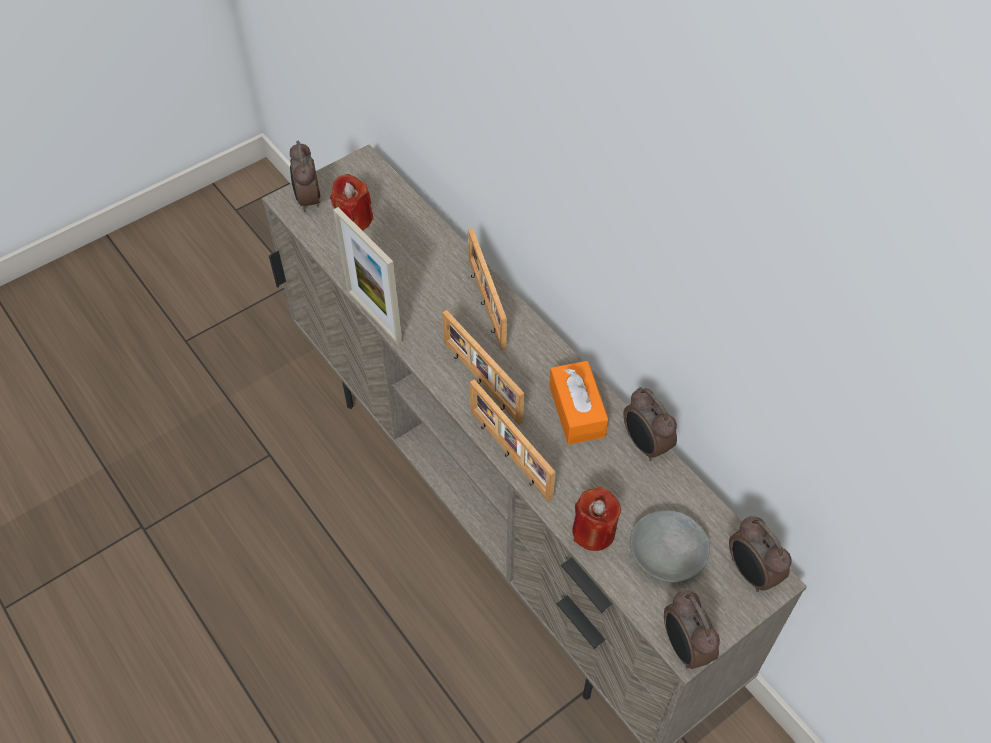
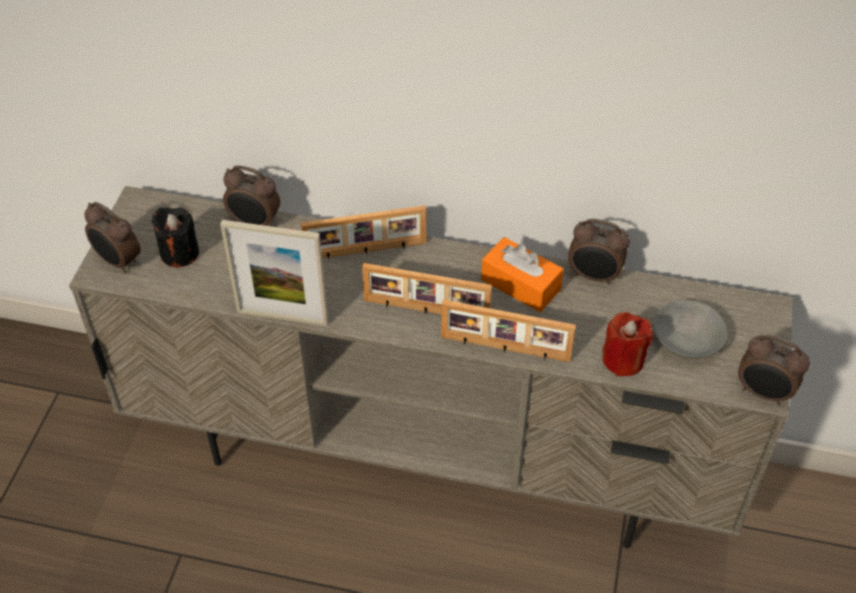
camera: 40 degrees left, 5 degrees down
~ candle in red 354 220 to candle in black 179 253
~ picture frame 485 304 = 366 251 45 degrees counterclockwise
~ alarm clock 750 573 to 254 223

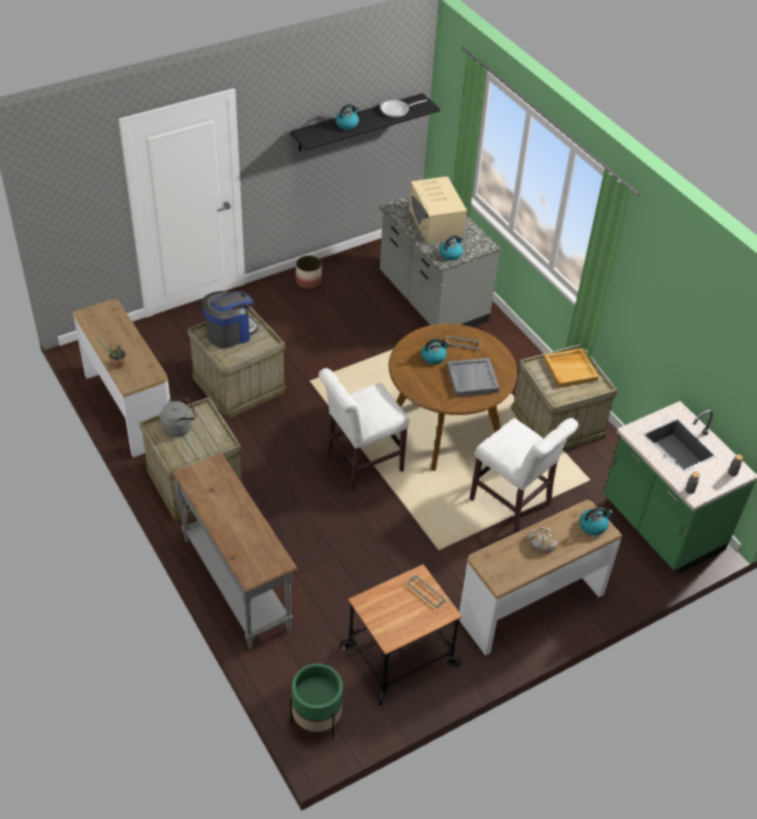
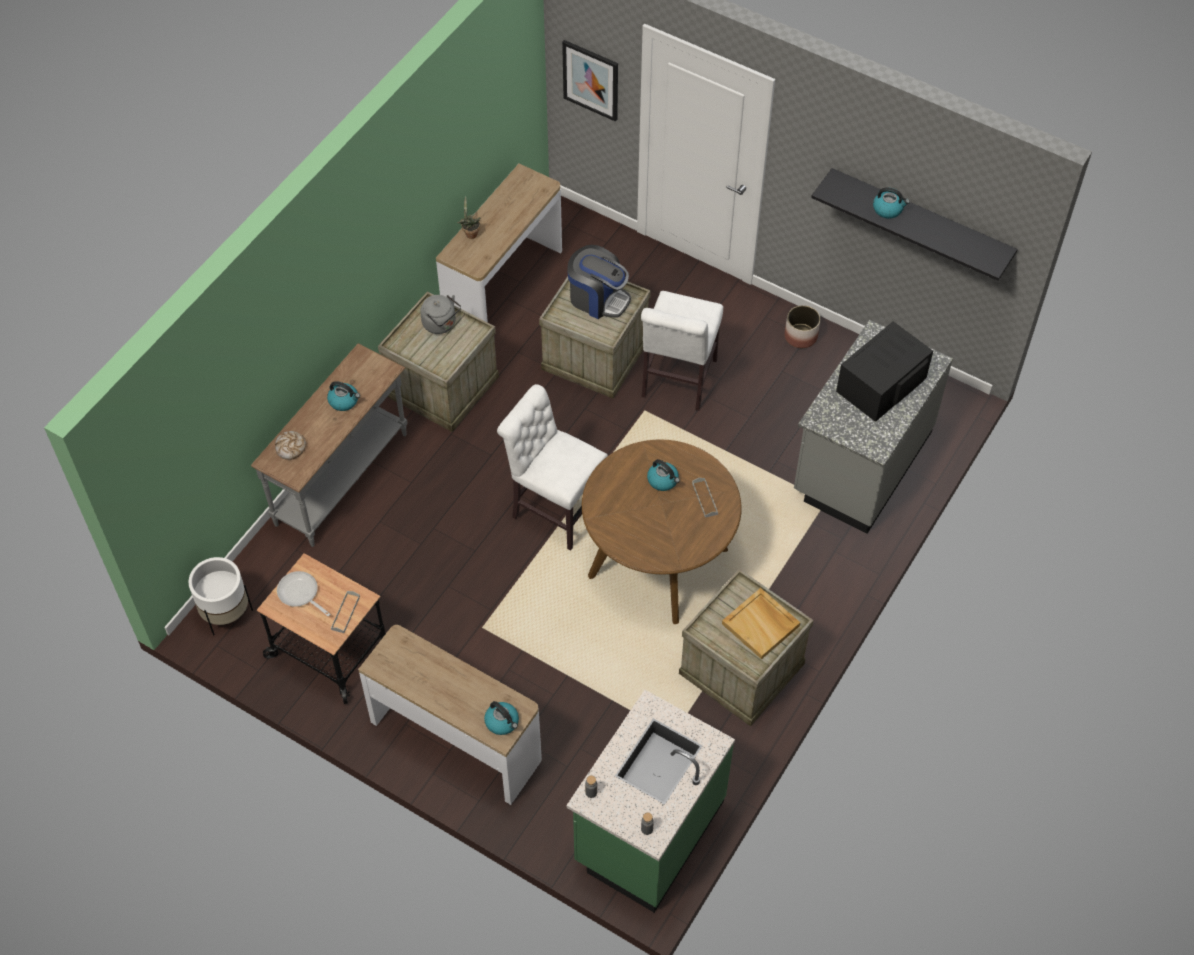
camera: 65 degrees right, 10 degrees up
~ planter in green 316 719 to planter in white 226 613
~ frying pan 397 110 to 300 594
~ microwave in beige 436 222 to microwave in black 881 384
~ kettle 450 254 to 344 401
- tray in grey 472 378
~ chair in white 513 504 to 677 382
~ bread 542 542 to 290 448
+ picture 591 80

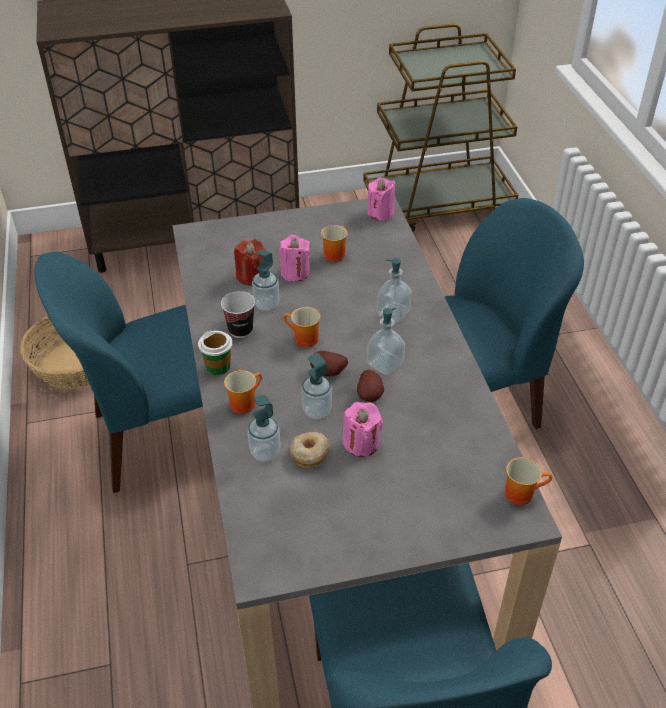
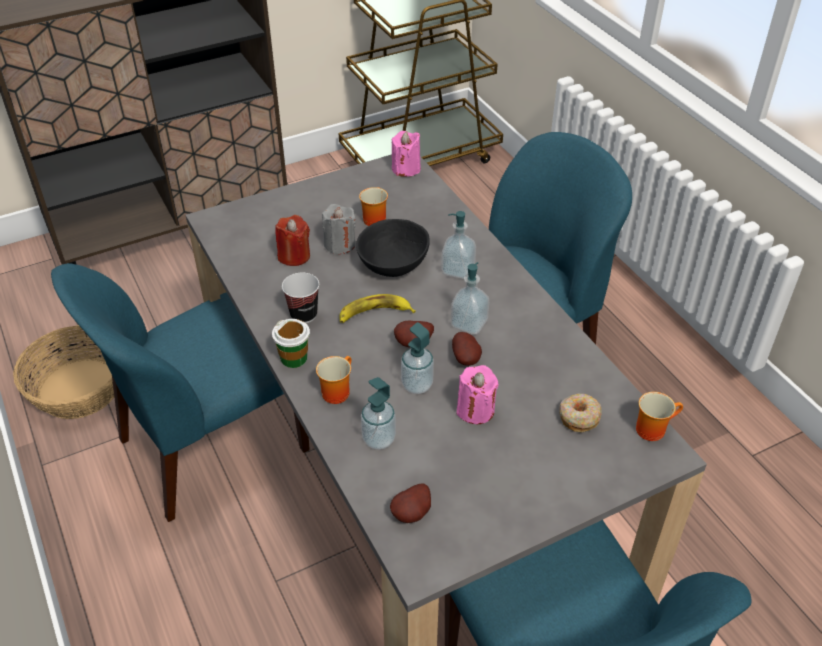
camera: 15 degrees left, 0 degrees up
- soap dispenser 266 304
~ candle in pink 295 272 to candle in grey 339 244
~ mug 303 340 to banana 374 313
~ donut 309 453 to 579 417
+ bowl in black 393 264
+ potato 413 514

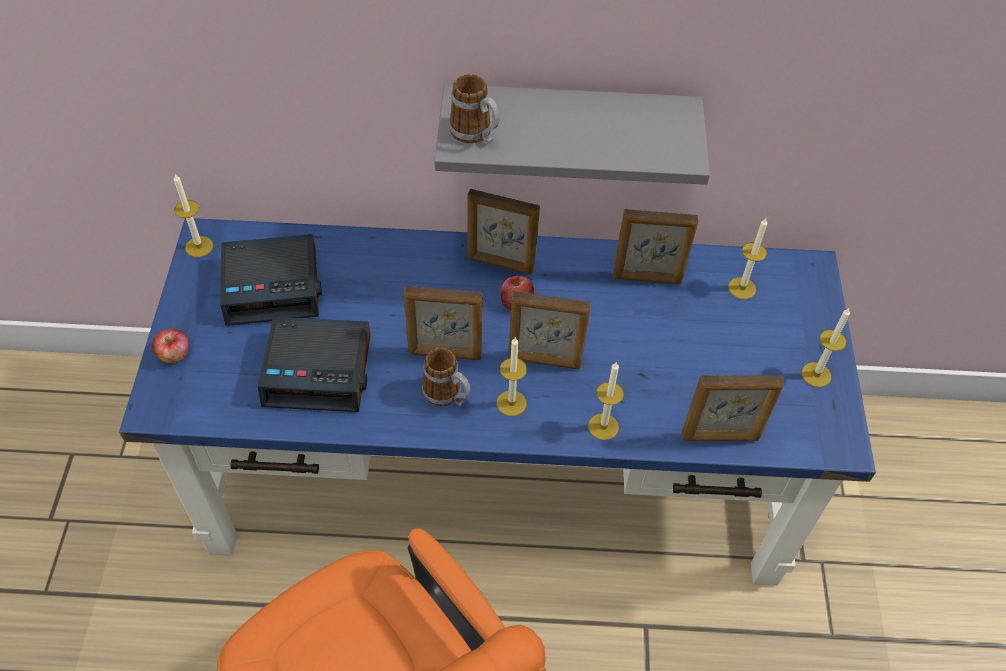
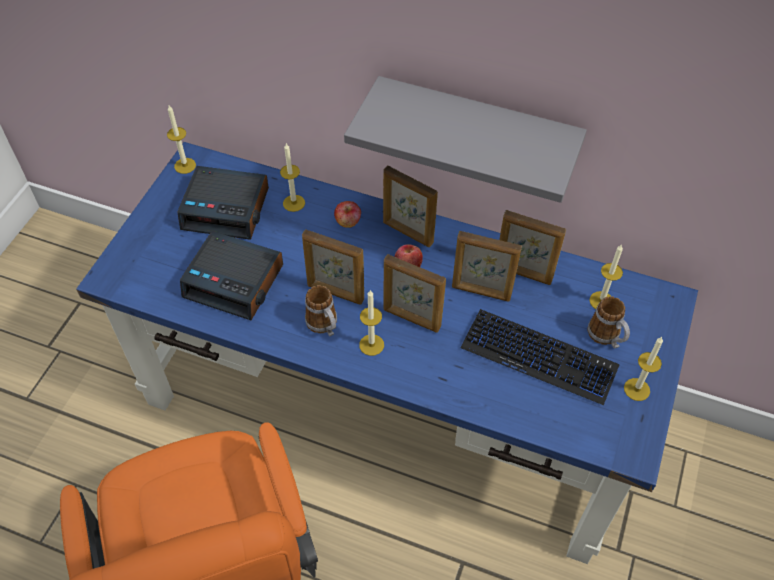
camera: 20 degrees right, 0 degrees up
~ apple 174 355 to 348 222
~ mug 476 135 to 607 337
~ candle 603 426 to 294 203
~ picture frame 720 437 to 481 292
+ keyboard 539 357

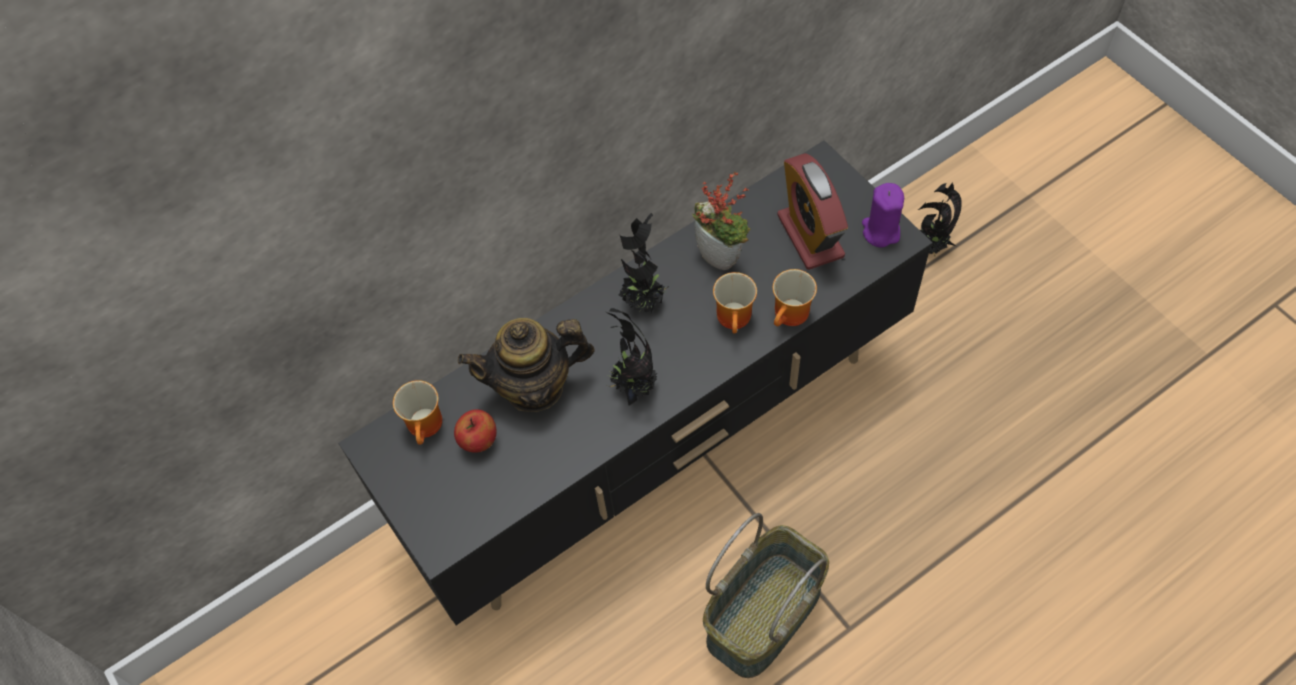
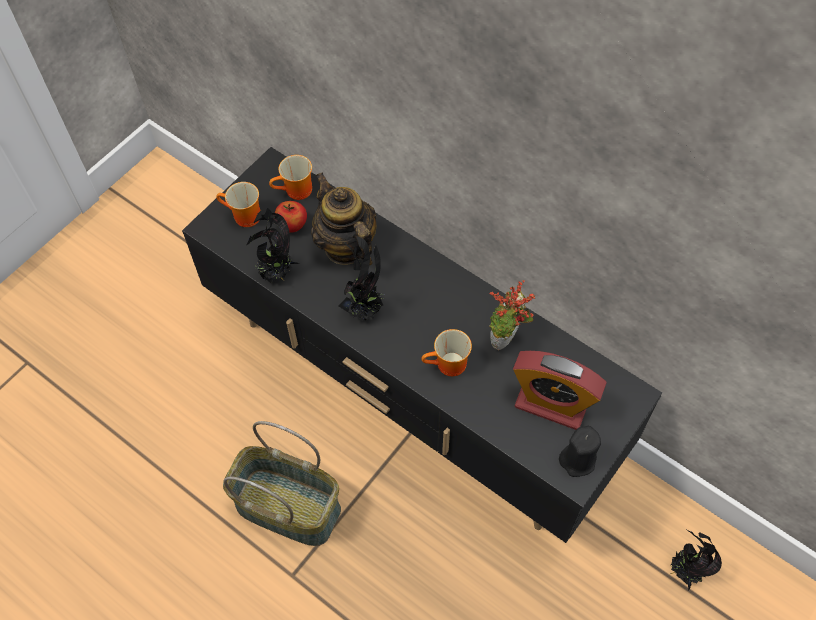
camera: 70 degrees right, 0 degrees up
~ potted plant 645 302 to 276 274
~ mug 792 316 to 243 217
~ alarm clock 810 236 = 551 403 120 degrees counterclockwise
~ candle in purple 880 231 to candle in black 578 460

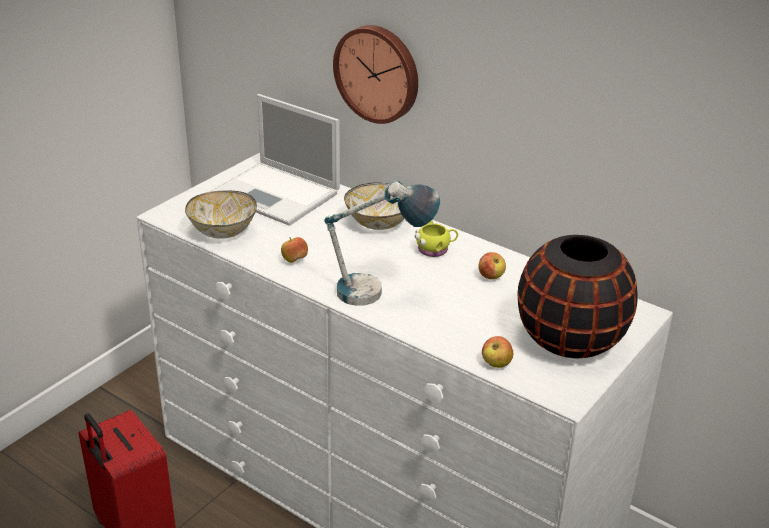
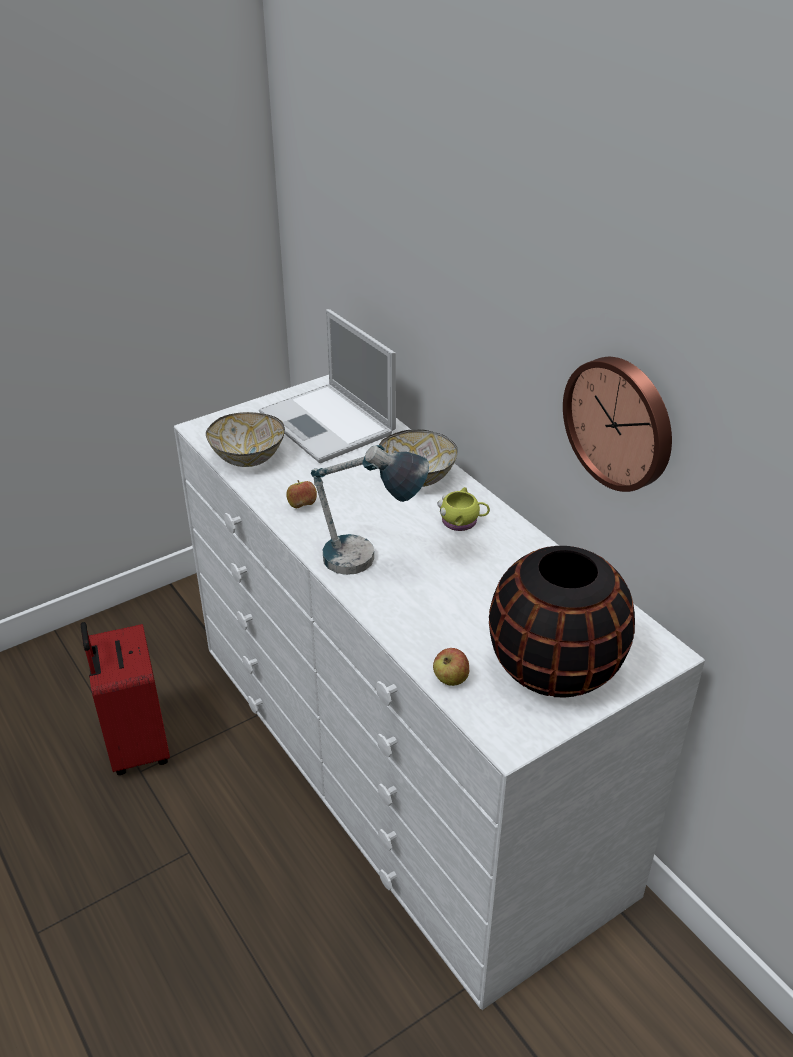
camera: 20 degrees right, 5 degrees up
~ wall clock 378 73 to 621 422
- apple 491 277

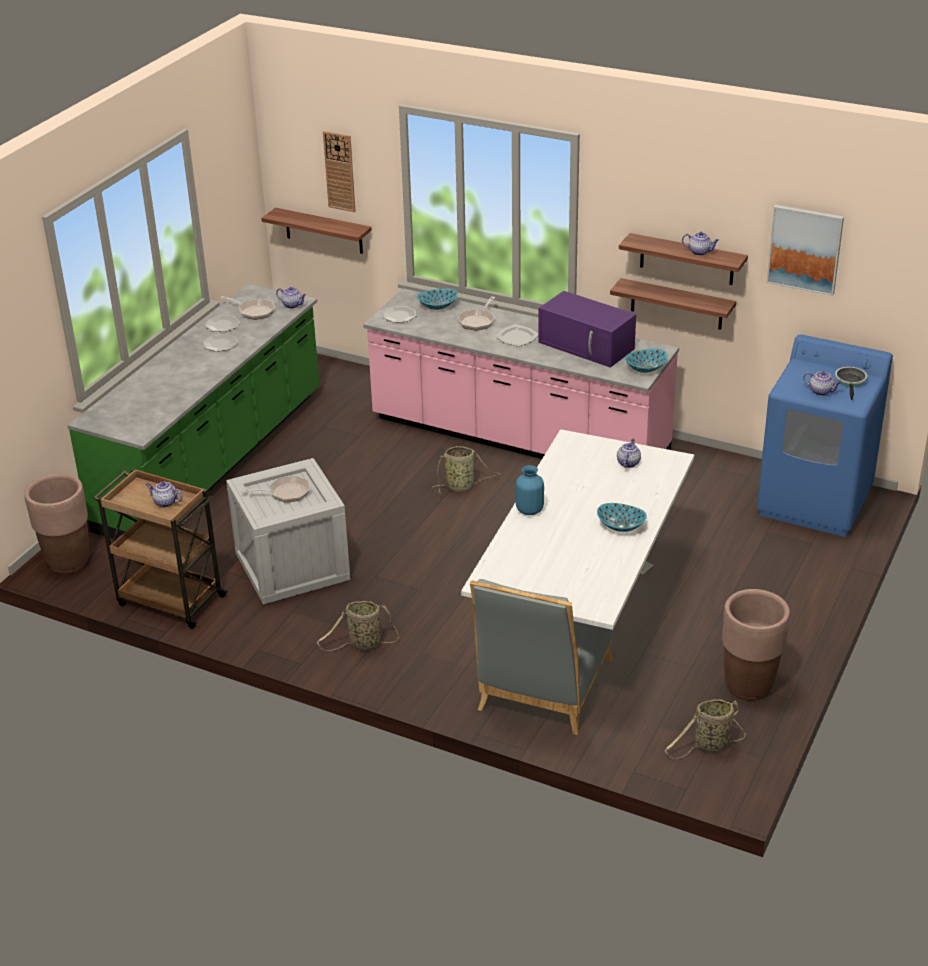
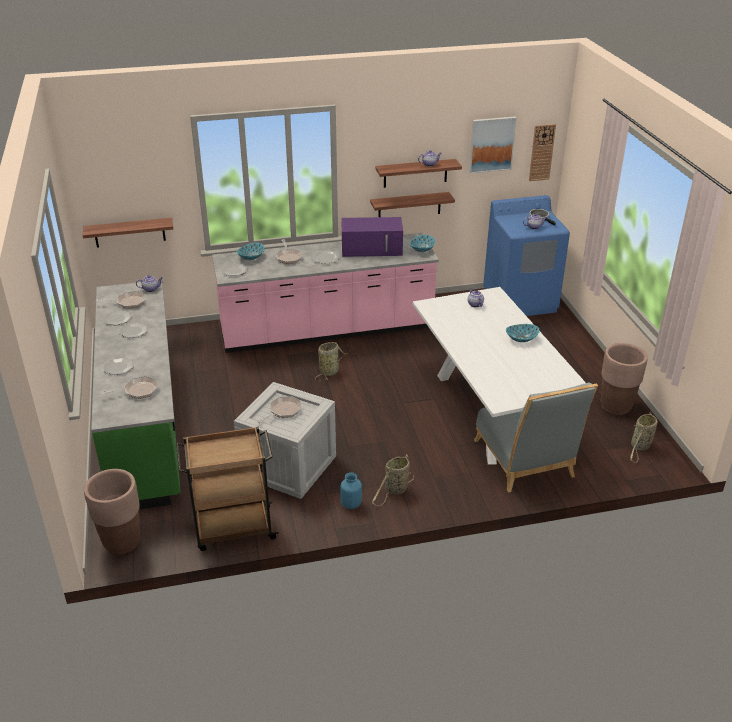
camera: 40 degrees left, 0 degrees up
- teapot 165 502
~ wall clock 339 171 to 541 152
~ vase in blue 529 510 to 350 504
+ frying pan 138 391
+ plate 118 367

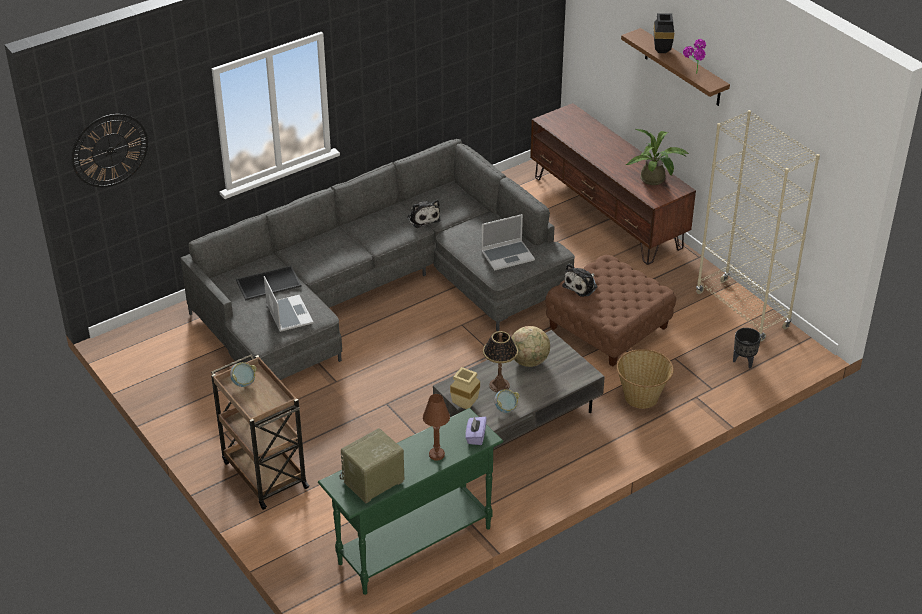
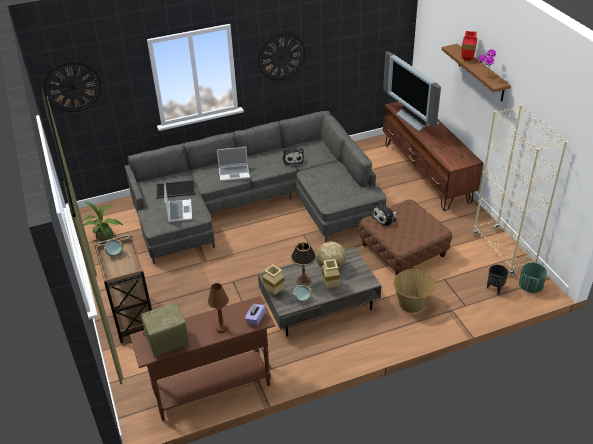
camera: 15 degrees right, 0 degrees up
~ console table in green 414 545 to console table in brown 211 389
~ laptop 508 256 to 234 173
~ potted plant 655 180 to 106 238
~ vase in black 661 50 to vase in red 466 58
+ wall clock 281 57
+ vase in beige 331 286
+ television 415 120
+ planter in green 530 287

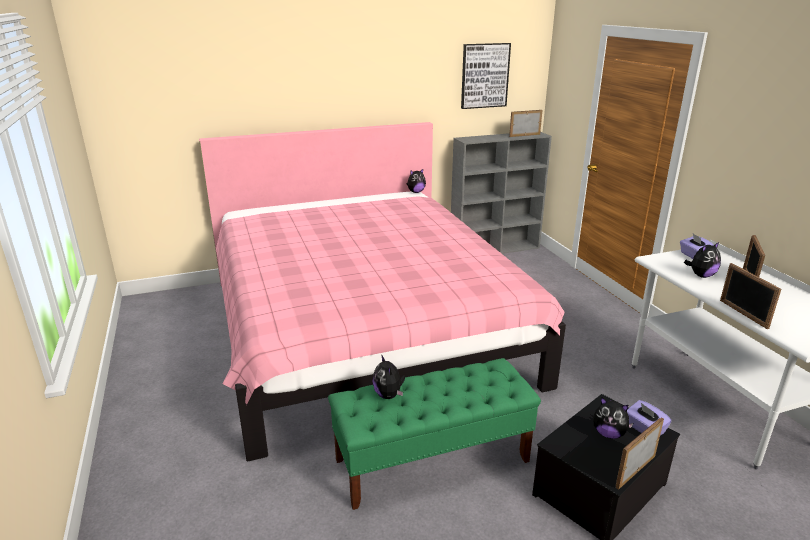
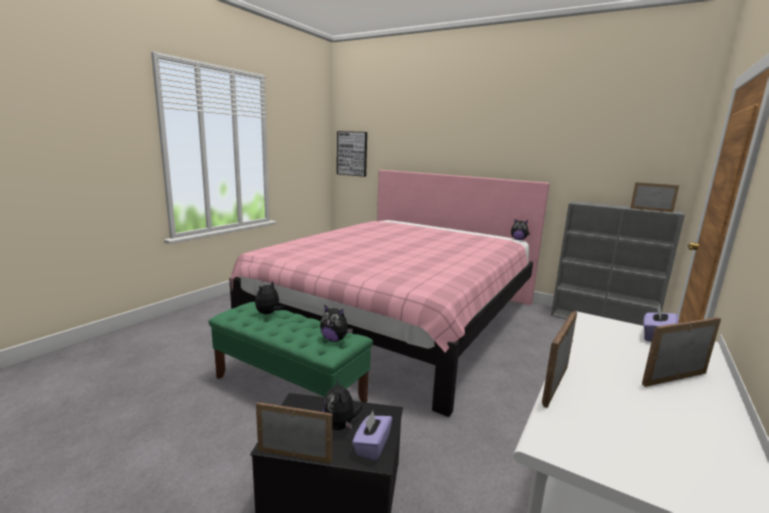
camera: 50 degrees right, 10 degrees down
~ picture 484 75 to 352 153
~ plush toy 701 275 to 334 339

